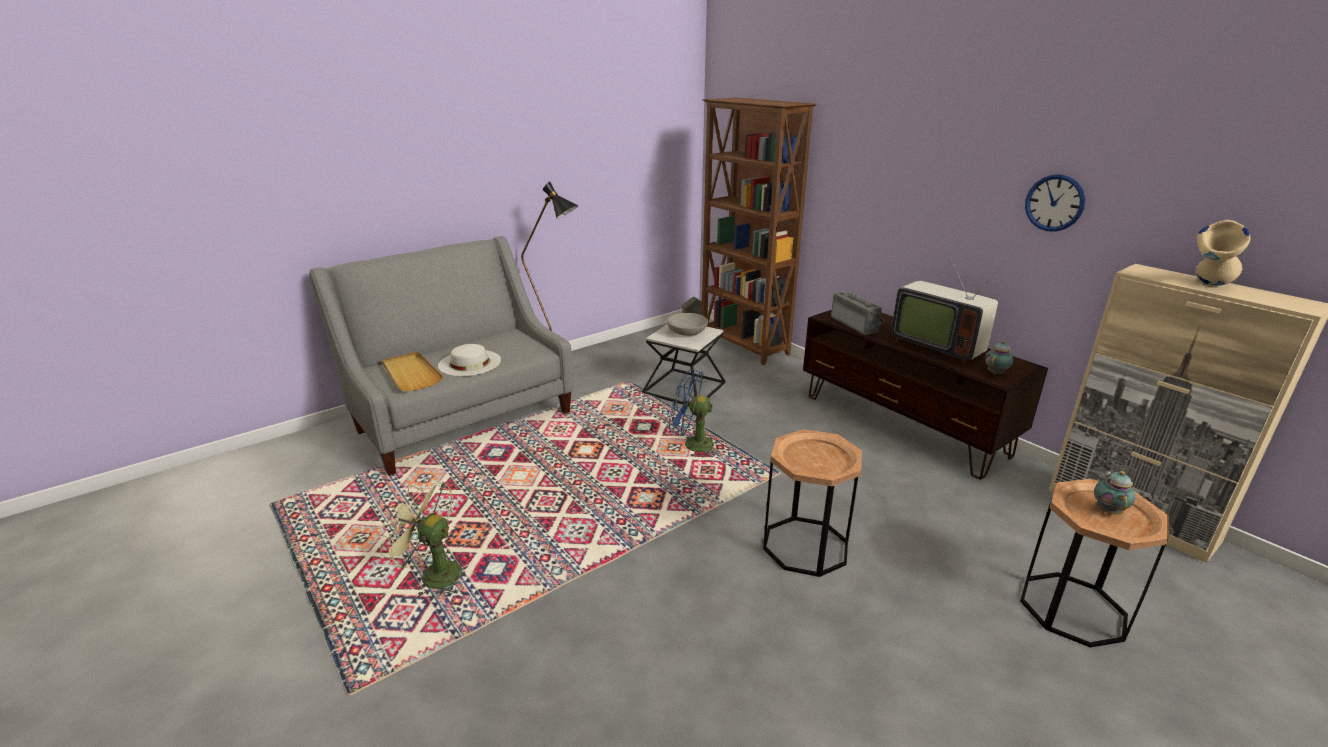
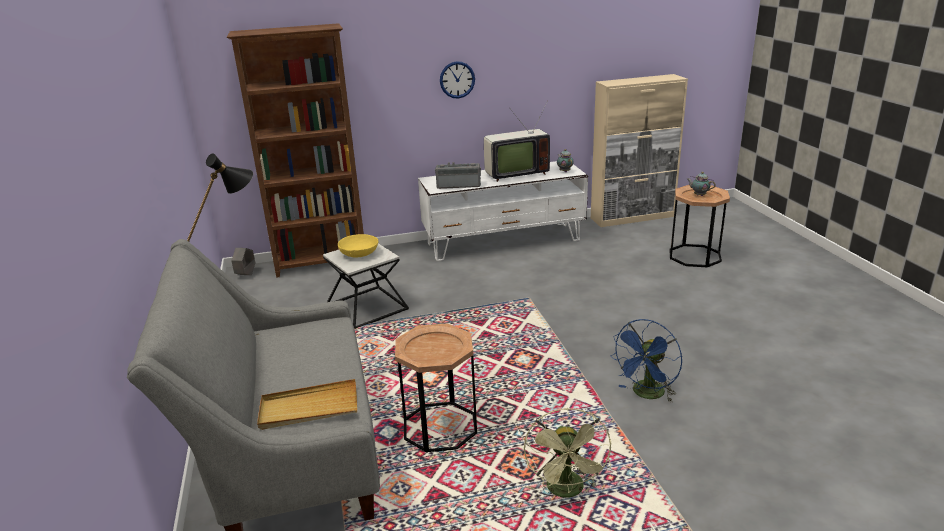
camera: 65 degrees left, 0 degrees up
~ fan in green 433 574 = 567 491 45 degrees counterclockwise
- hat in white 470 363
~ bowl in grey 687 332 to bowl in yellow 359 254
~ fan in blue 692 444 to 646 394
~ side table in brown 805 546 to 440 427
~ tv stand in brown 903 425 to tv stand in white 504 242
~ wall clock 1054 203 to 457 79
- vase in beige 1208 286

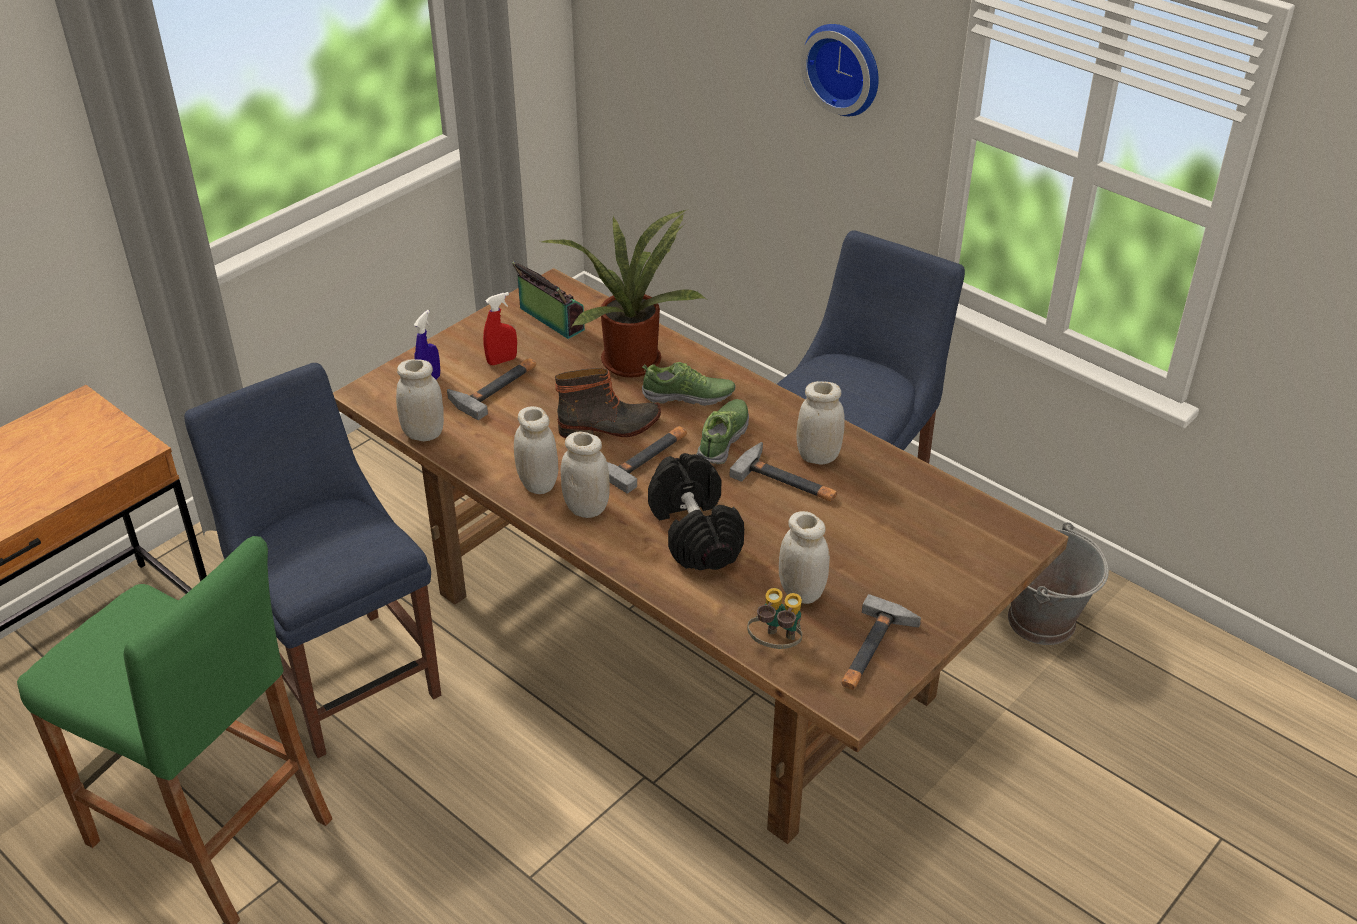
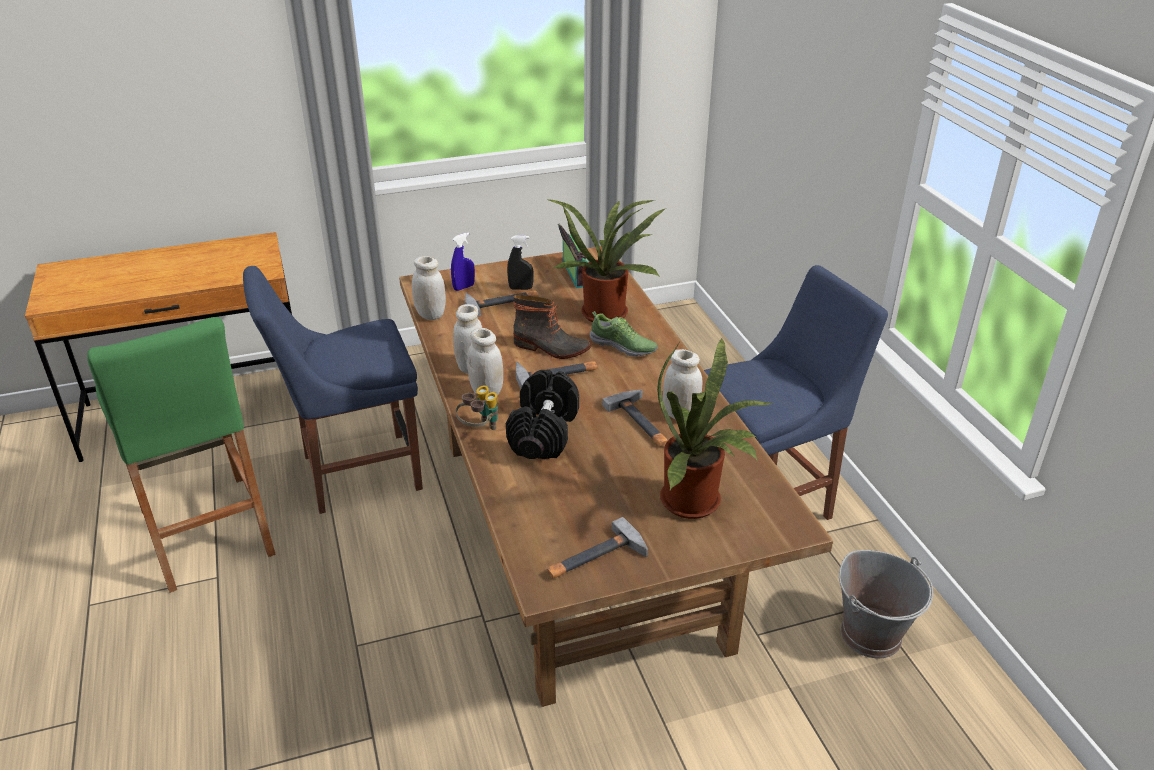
camera: 30 degrees right, 5 degrees down
~ chair in blue 344 675 = 354 473 105 degrees counterclockwise
~ spray bottle in red 502 360 to spray bottle in black 521 288
- shoe 723 439
~ binoculars 776 645 to 479 429
- jar in white 801 592
- wall clock 845 67
+ potted plant 696 503

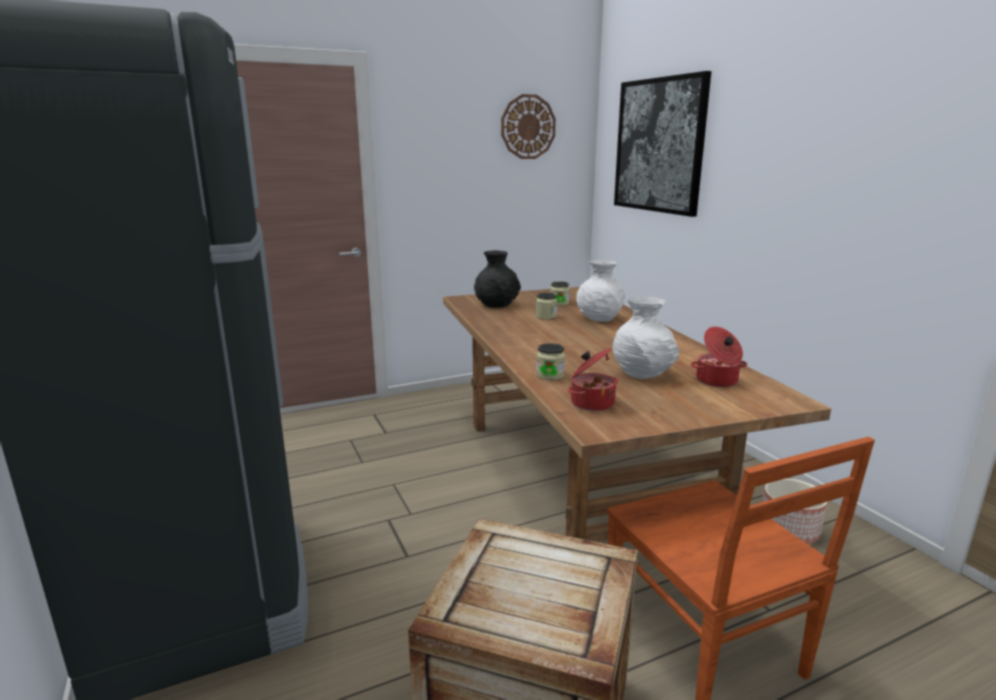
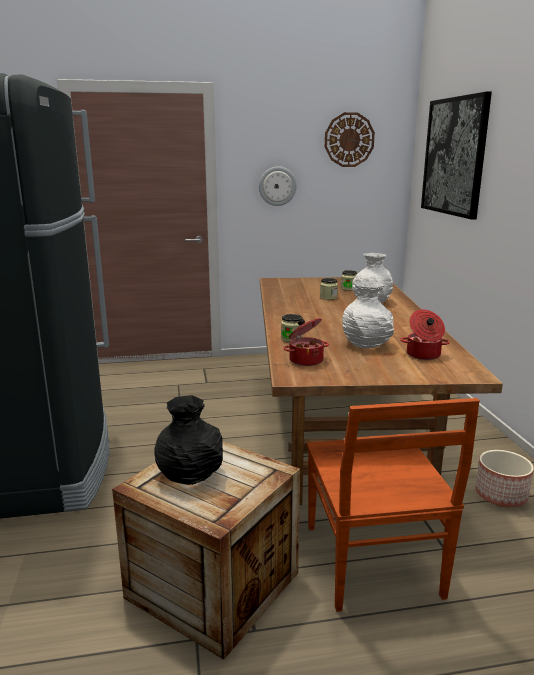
camera: 15 degrees right, 0 degrees up
~ vase in black 497 304 to 191 475
+ wall clock 277 186

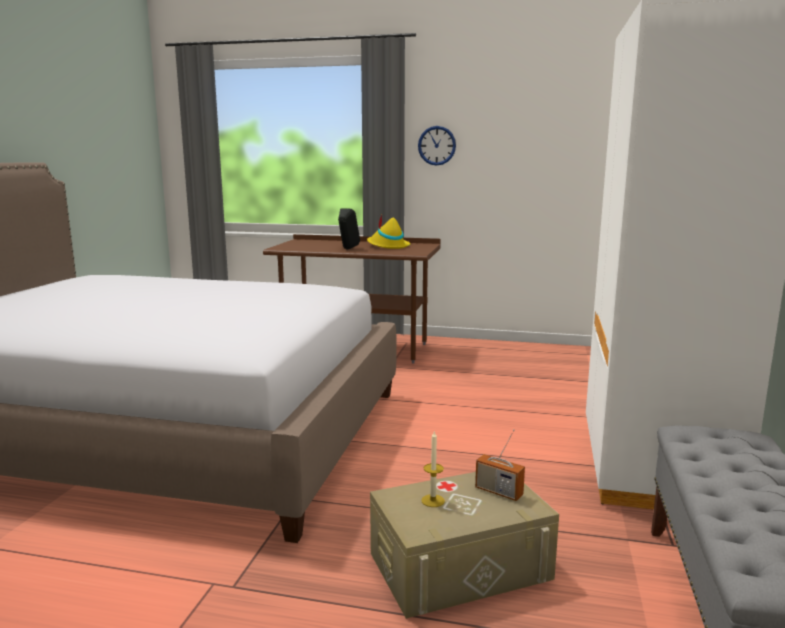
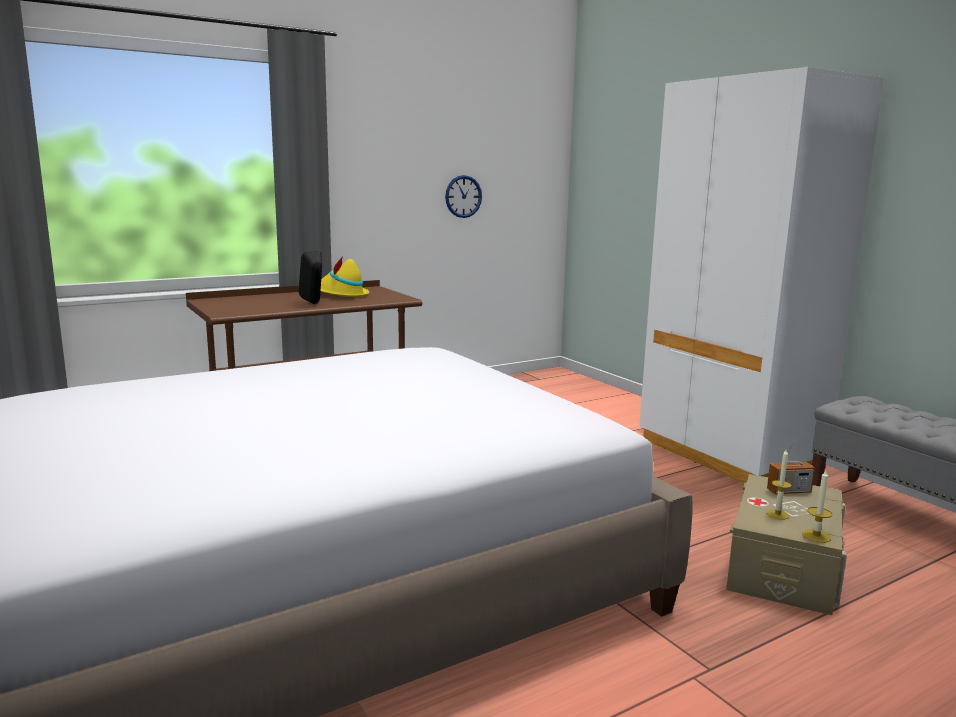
camera: 45 degrees left, 0 degrees up
~ wall clock 437 145 to 463 196
+ candle 816 536

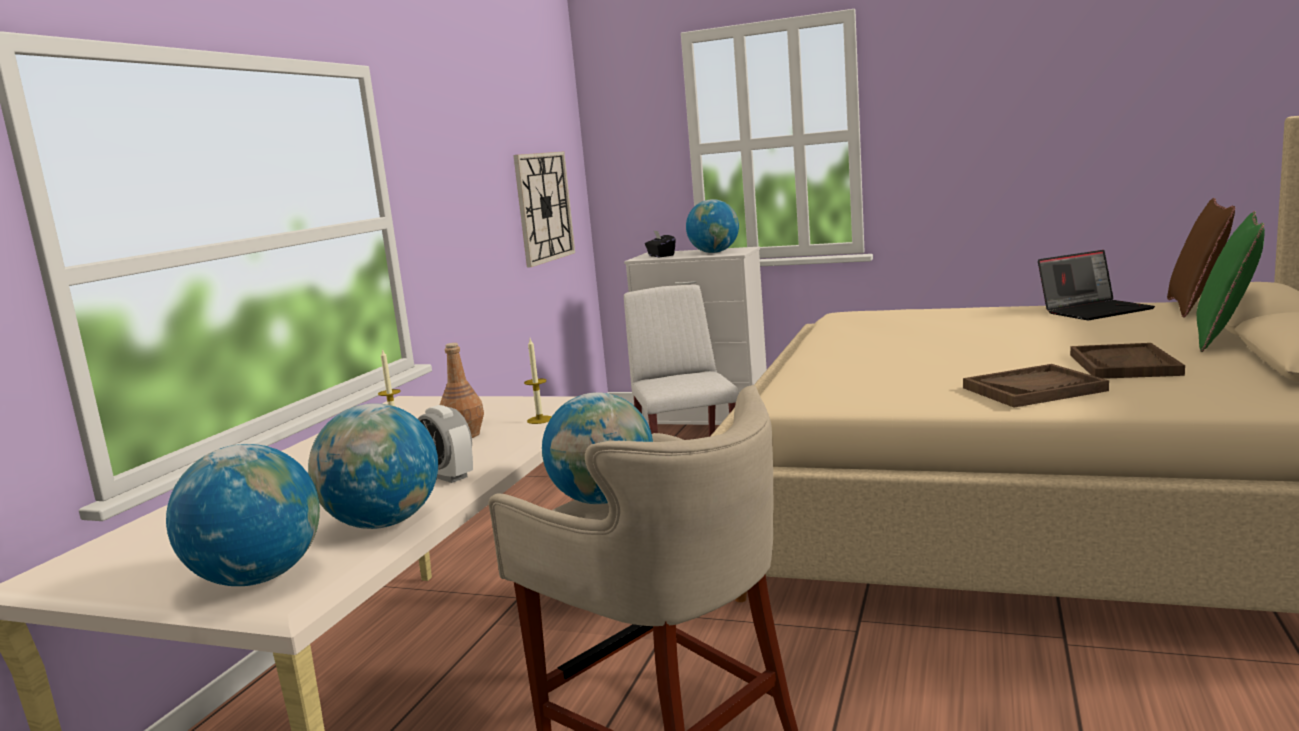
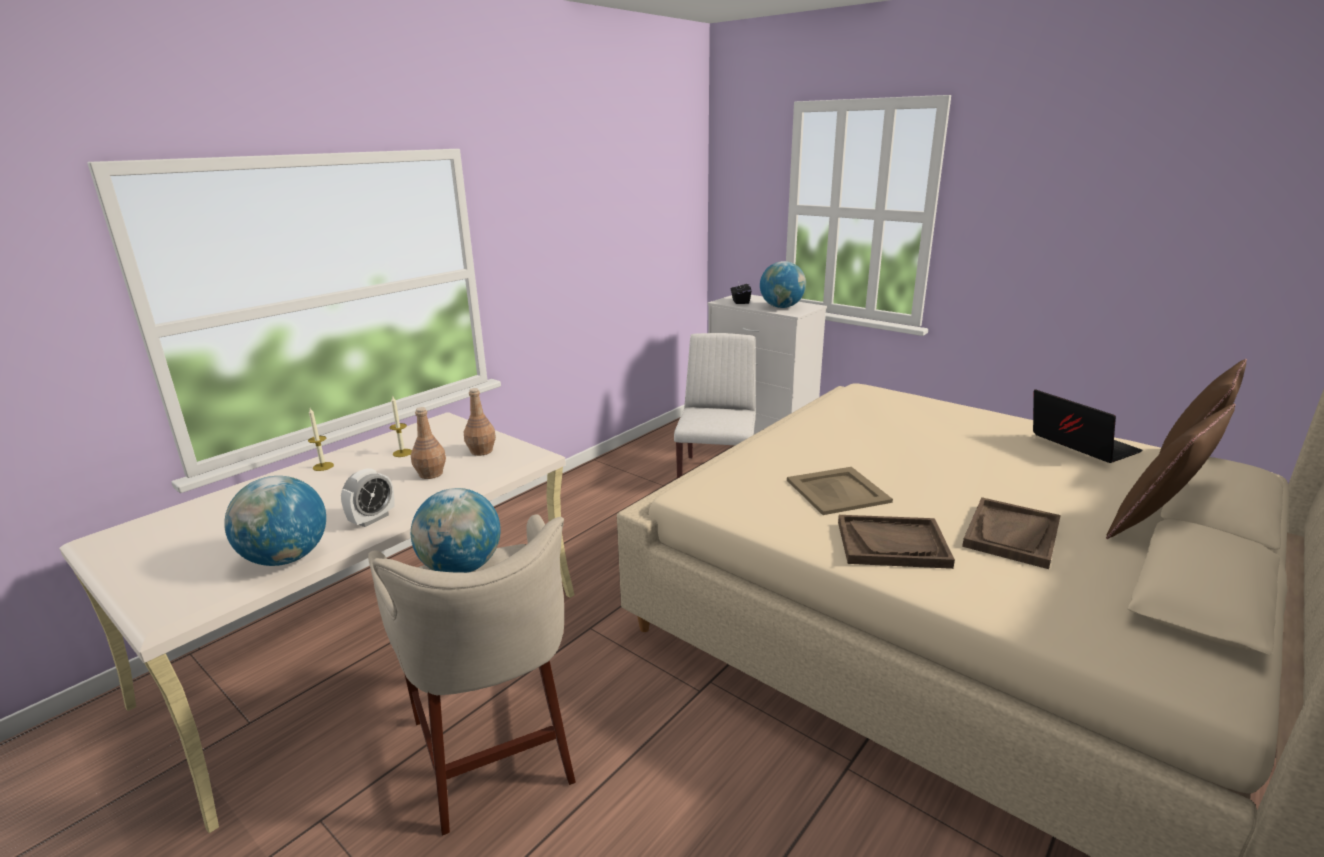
camera: 20 degrees right, 10 degrees up
- globe 258 578
~ alarm clock 448 476 = 372 519 120 degrees counterclockwise
- wall clock 544 207
~ candle 540 420 to 323 466
~ laptop 1095 310 = 1079 445 120 degrees counterclockwise
~ pillow in green 1225 340 to pillow in brown 1153 527
+ bottle in brown 481 451
+ tray in beige 836 491

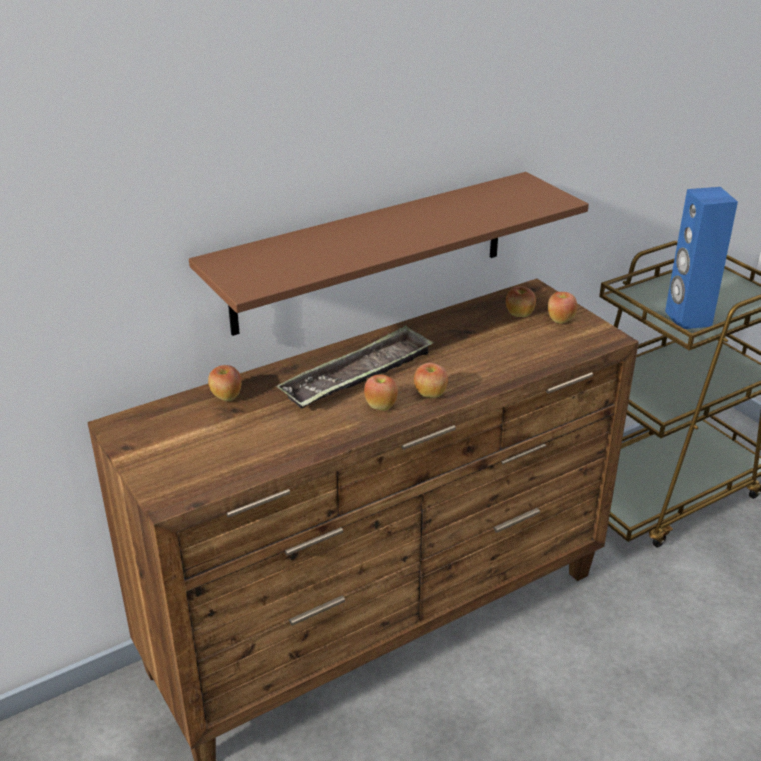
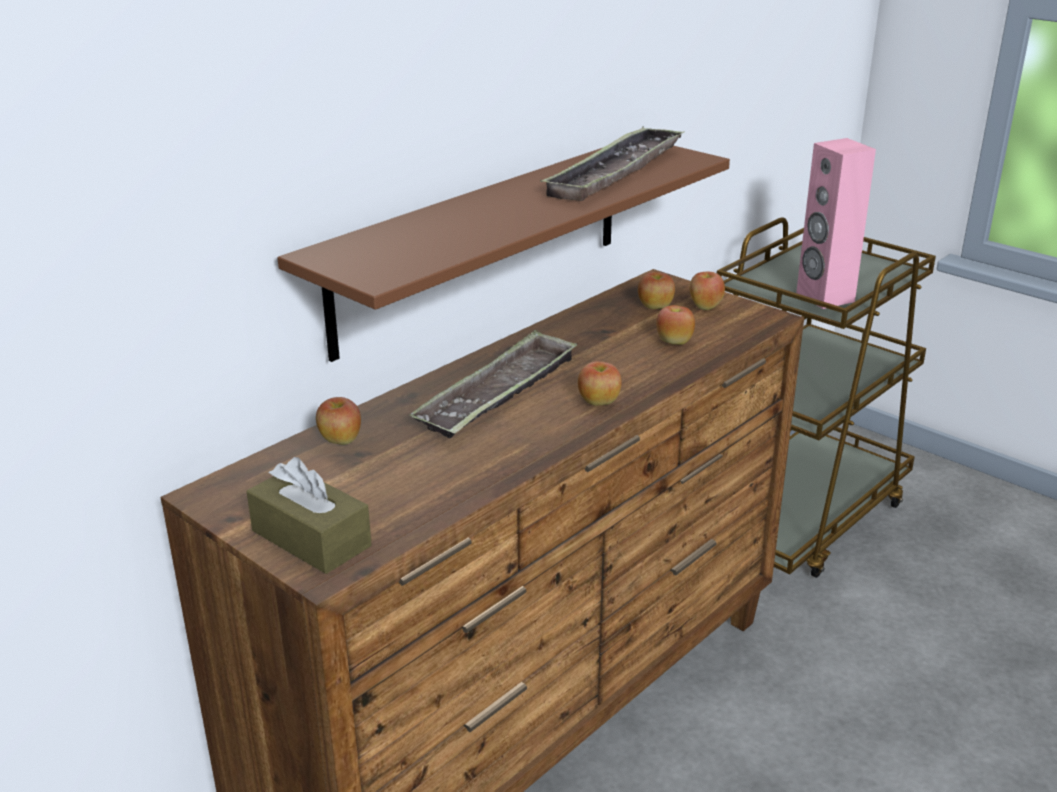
camera: 15 degrees left, 5 degrees down
~ apple 380 406 to 674 342
~ speaker in blue 687 318 to speaker in pink 824 297
+ tissue box in brown 311 538
+ tray 615 172

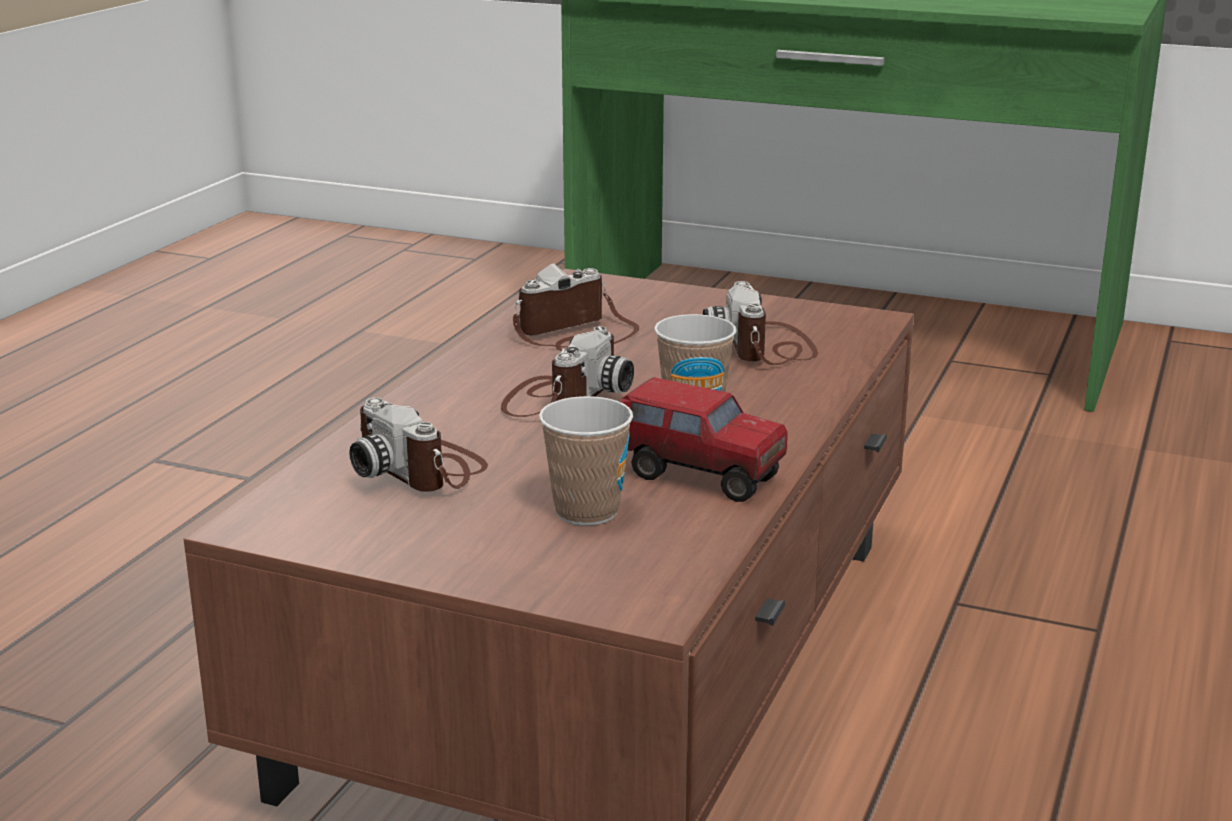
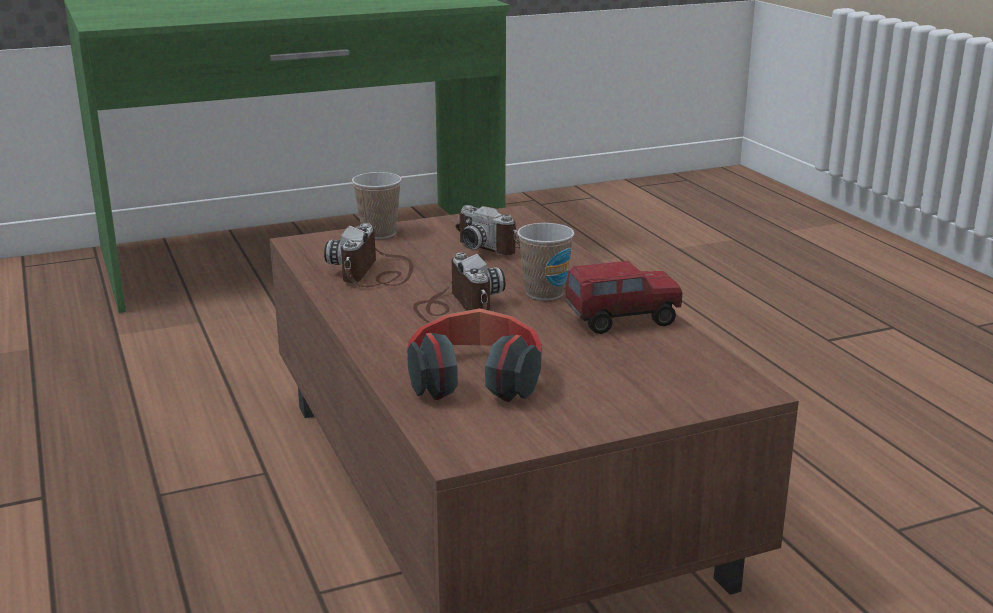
camera: 45 degrees left, 0 degrees up
~ photo camera 421 468 to headphones 475 378
~ cup 586 512 to 379 233

